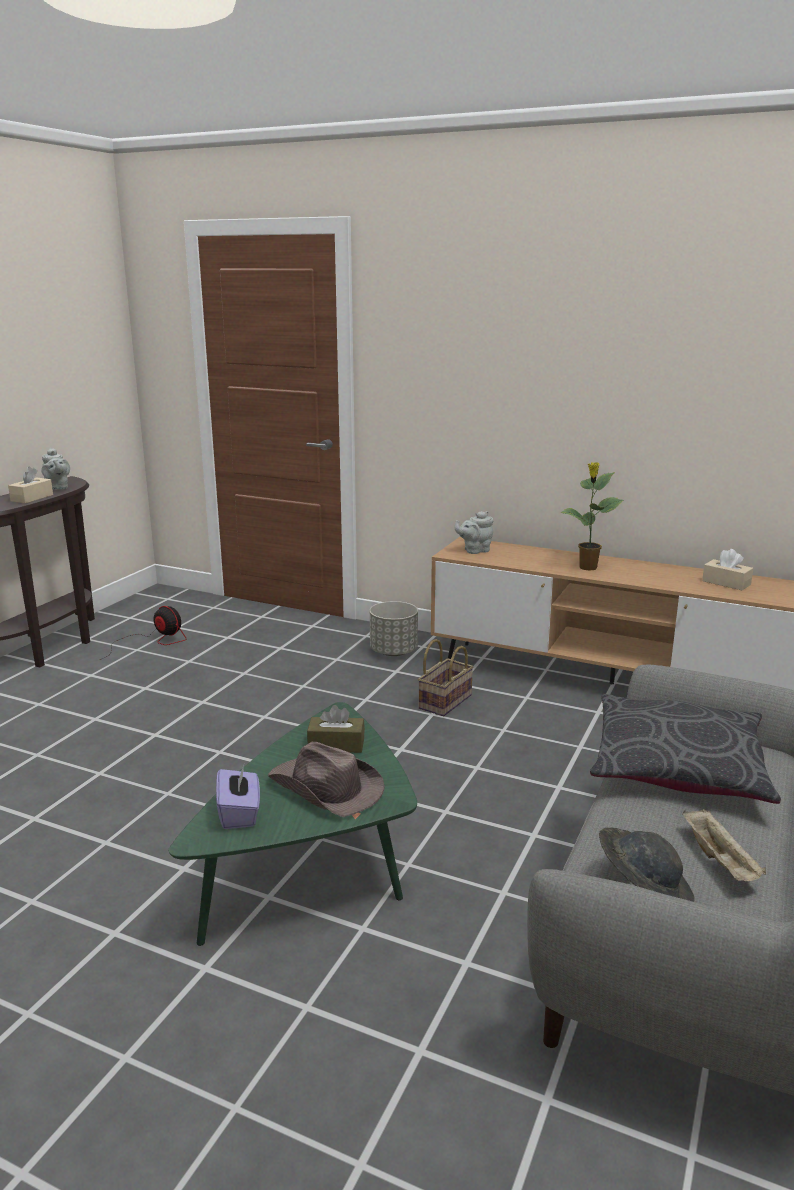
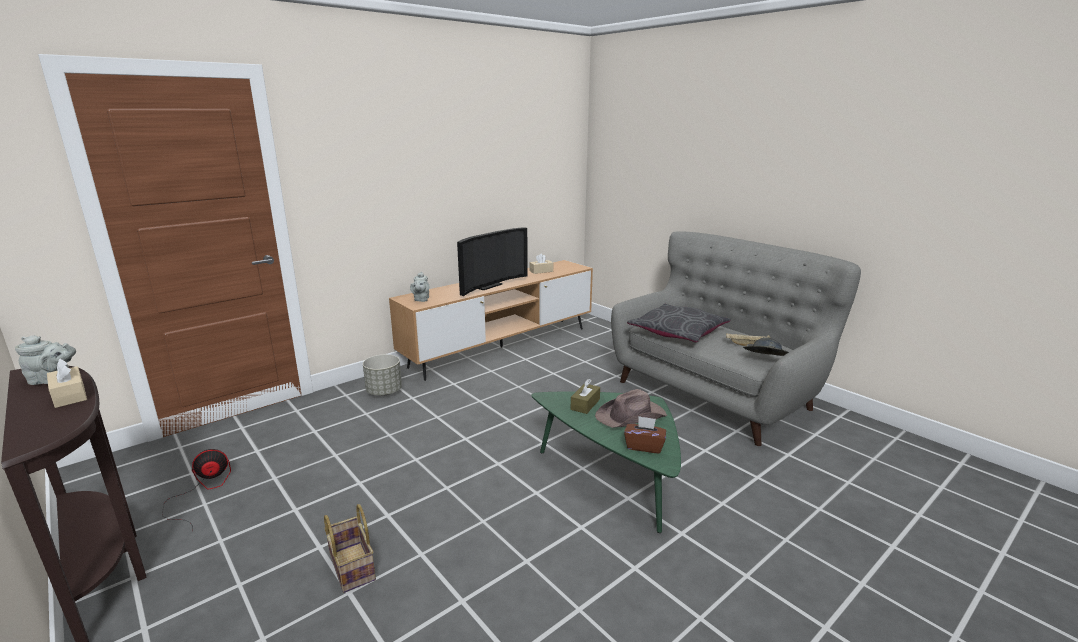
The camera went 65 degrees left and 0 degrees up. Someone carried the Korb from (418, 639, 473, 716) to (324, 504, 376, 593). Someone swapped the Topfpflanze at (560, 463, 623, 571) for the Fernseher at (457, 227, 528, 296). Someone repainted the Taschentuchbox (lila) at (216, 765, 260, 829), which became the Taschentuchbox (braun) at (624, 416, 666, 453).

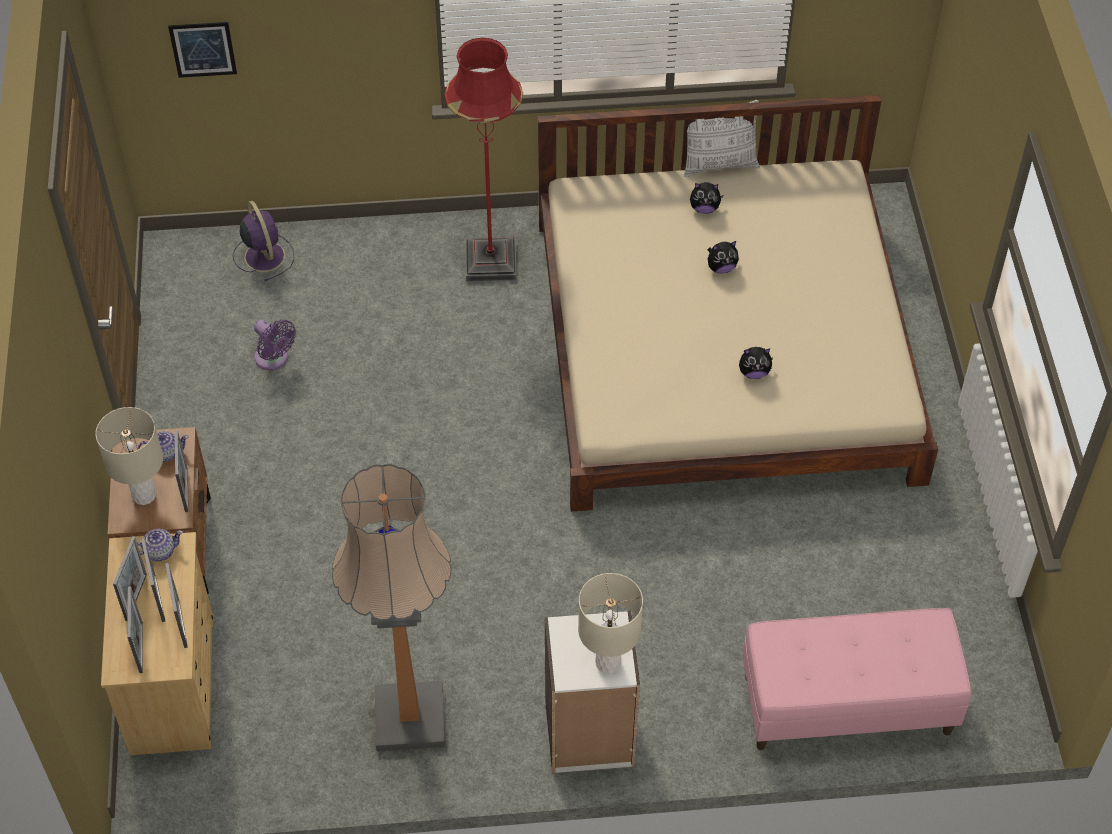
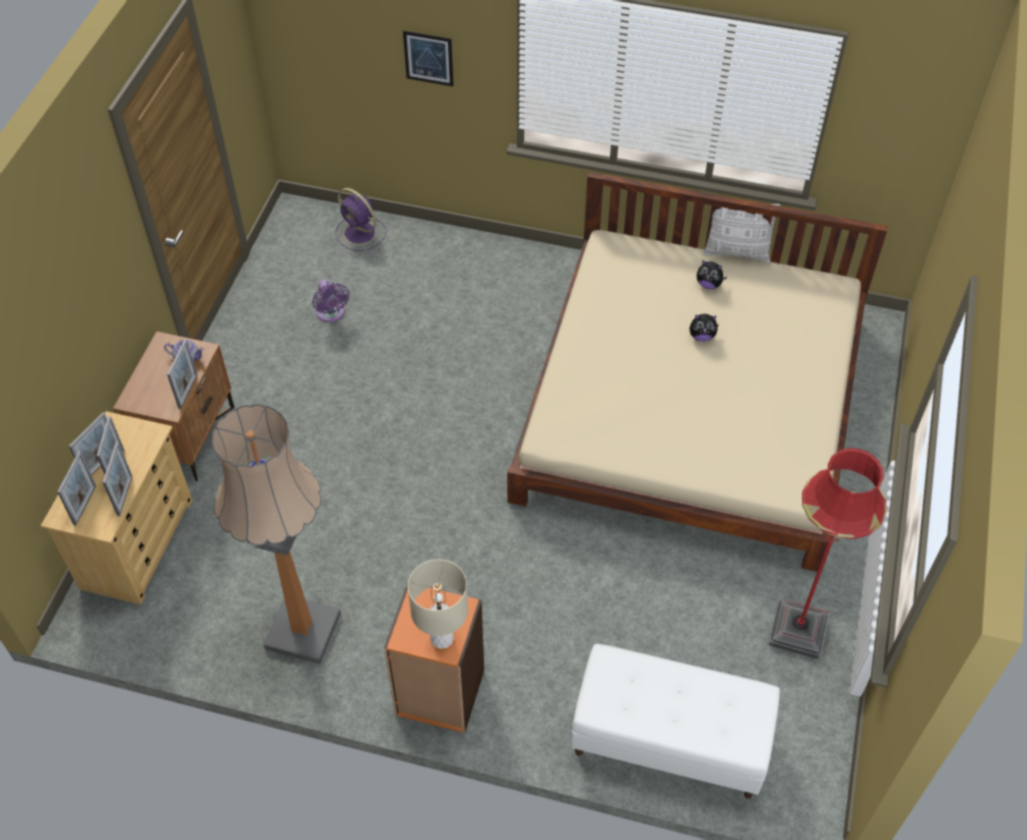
The camera went 20 degrees right and 0 degrees up. Someone rotated the Ventilator (lila) at (233, 201, 294, 282) by 135 degrees clockwise. Someone repainted the Bücherregal (weiß) at (545, 611, 640, 773), which became the Bücherregal (orange) at (384, 582, 484, 733). Someone carried the Bild from (168, 22, 237, 78) to (403, 31, 453, 86). Someone repainted the Bank (rosa) at (743, 608, 971, 750), which became the Bank (weiß) at (571, 644, 780, 799). Someone carried the Stehlampe (rot) from (444, 38, 523, 281) to (768, 448, 887, 660). Someone took away the Tischlampe (beige) at (96, 407, 163, 505). Someone took away the Teekanne at (137, 529, 183, 561). Someone took away the Plüschtier at (739, 347, 774, 379).

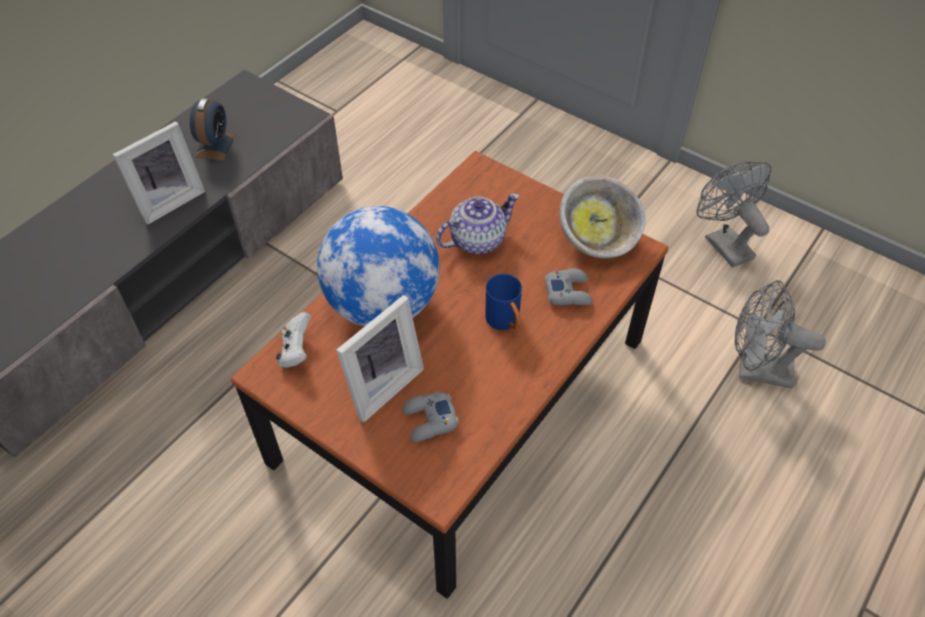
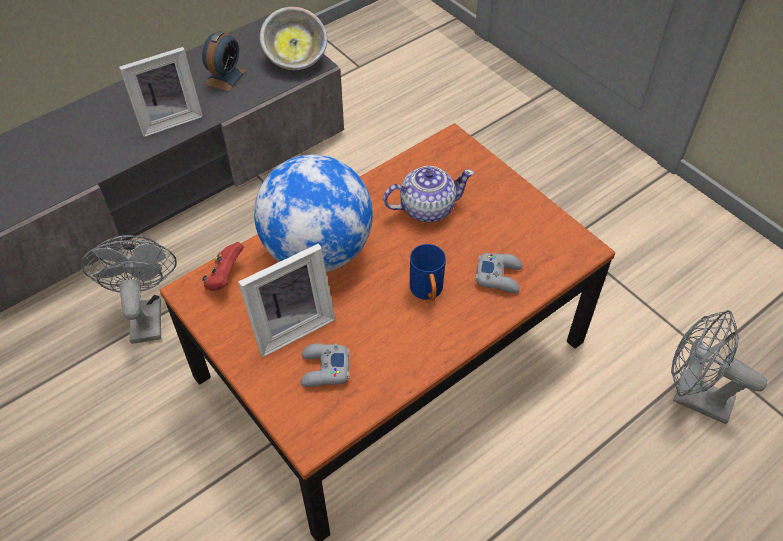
The camera went 15 degrees right and 0 degrees up. Someone carried the Ventilator (grau) from (696, 161, 771, 268) to (81, 235, 177, 344). Someone repainted the Gamepad (weiß) at (276, 312, 311, 368), which became the Gamepad (rot) at (202, 242, 244, 291). Someone carried the Schüssel from (559, 175, 645, 258) to (260, 7, 327, 70).

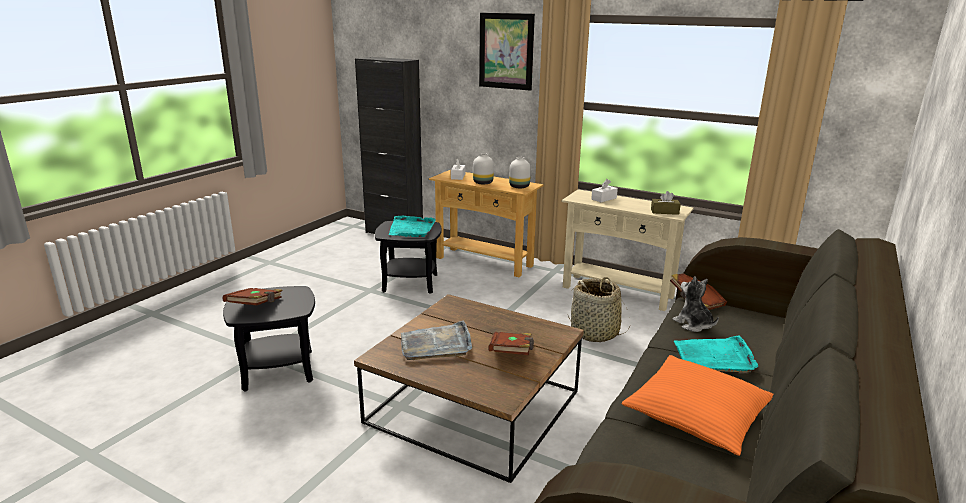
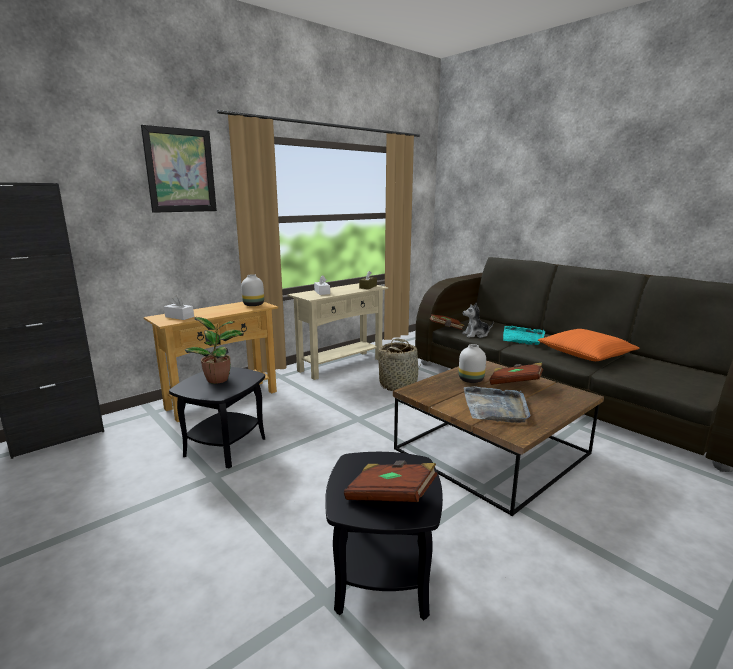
The camera went 70 degrees left and 5 degrees down. Someone swapped the Tablett (türkis) at (389, 215, 436, 237) for the Topfpflanze at (185, 317, 244, 384). Someone carried the Vase (weiß) from (473, 153, 494, 184) to (459, 344, 486, 383).

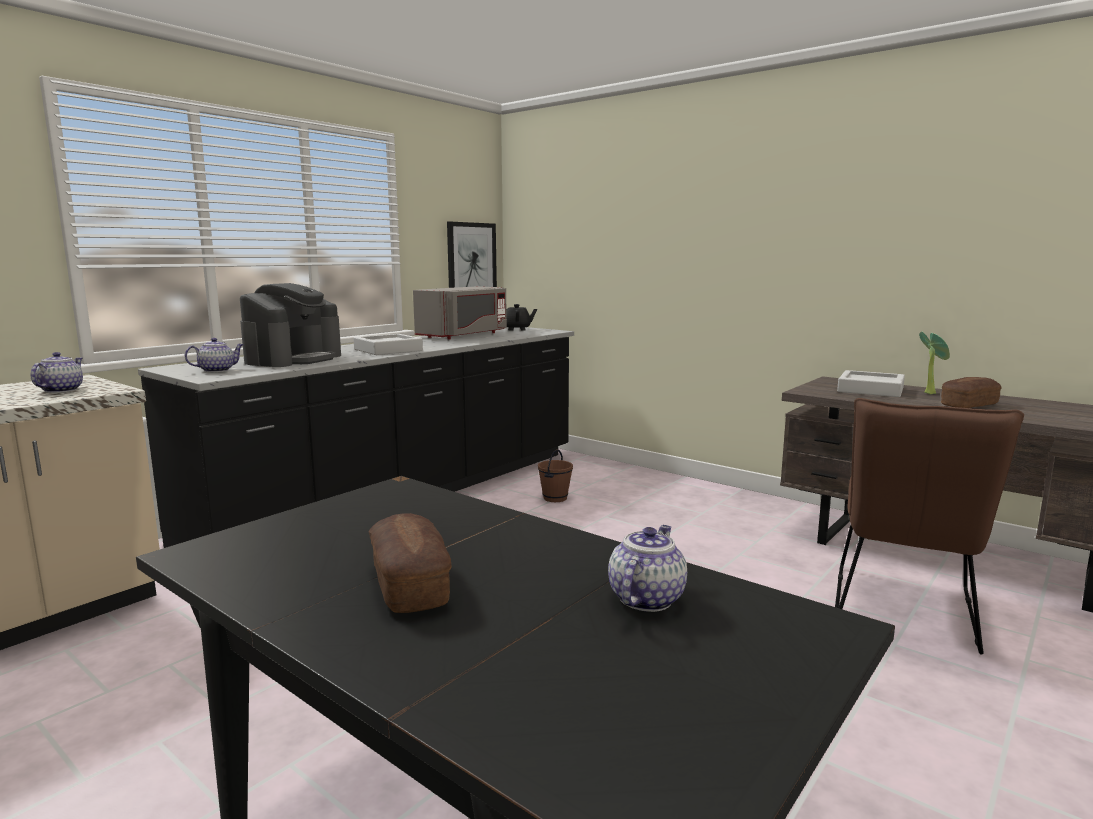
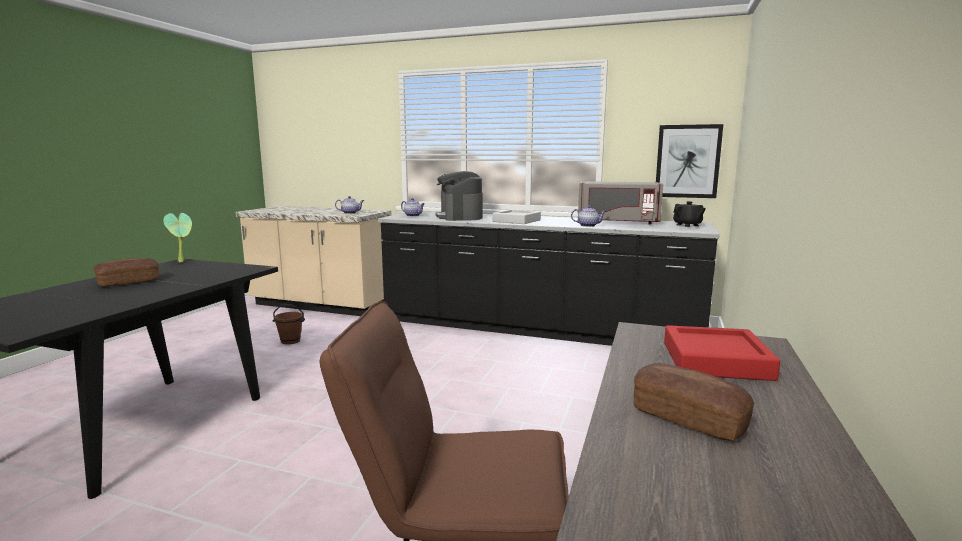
The camera went 70 degrees right and 0 degrees up. Someone carried the Topfpflanze from (919, 332, 950, 394) to (163, 213, 192, 262). Someone carried the Eimer (braun) from (538, 449, 573, 502) to (273, 304, 305, 344). Someone rotated the Kaffeemaschine at (240, 283, 341, 367) by 75 degrees clockwise. Someone carried the Teekanne from (608, 525, 687, 612) to (571, 205, 606, 227). Someone repainted the Tablett (grau) at (837, 370, 905, 397), which became the Tablett (rot) at (664, 325, 780, 381).

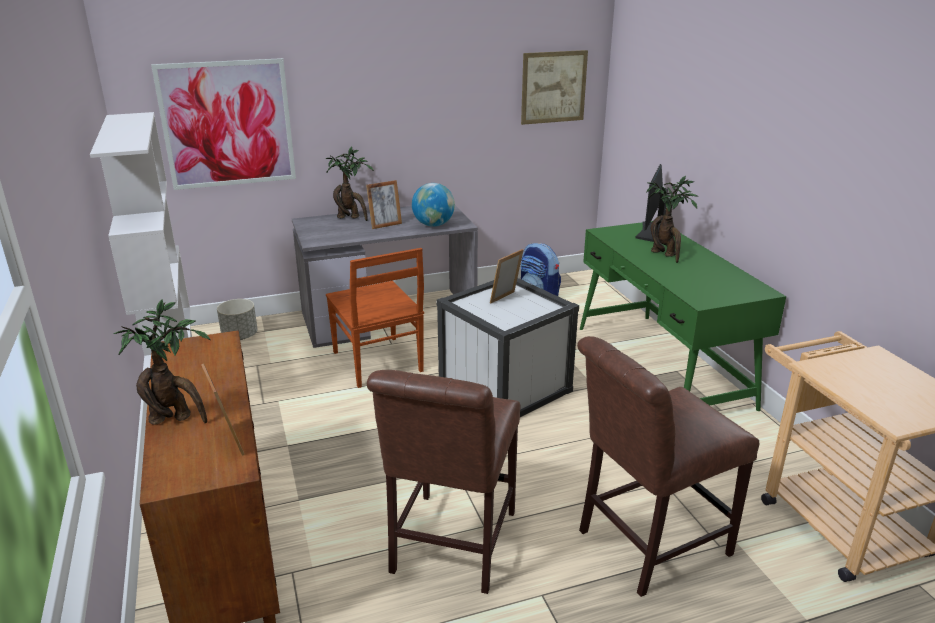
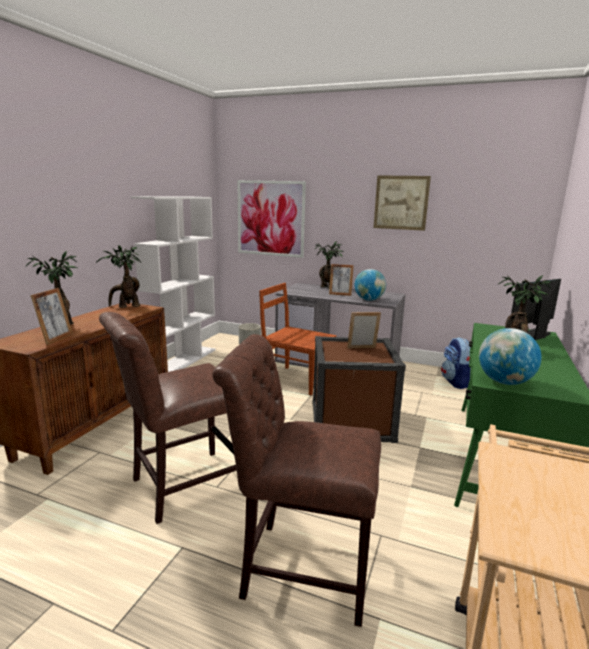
The camera went 40 degrees right and 10 degrees down. Someone put down the Topfpflanze at (96, 245, 141, 308). Someone rotated the Stuhl (braun) at (326, 248, 424, 388) by 105 degrees clockwise. Someone repainted the Aufbewahrungsbox (weiß) at (436, 278, 579, 417), which became the Aufbewahrungsbox (braun) at (313, 336, 406, 443). Someone carried the Bild from (521, 50, 588, 125) to (373, 175, 431, 231). Someone put down the Globus at (479, 328, 542, 385).

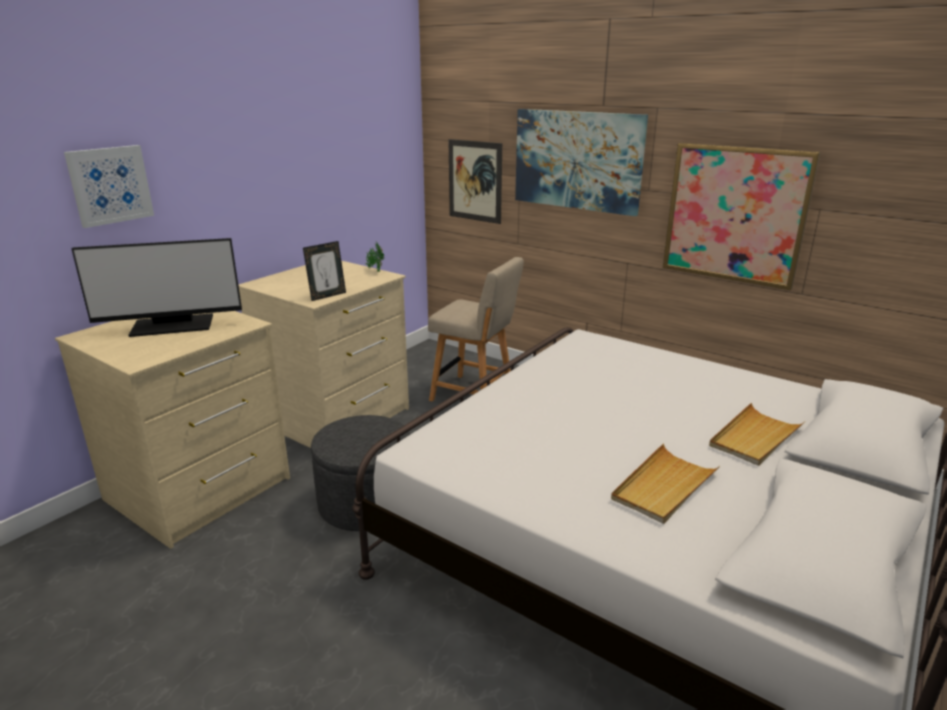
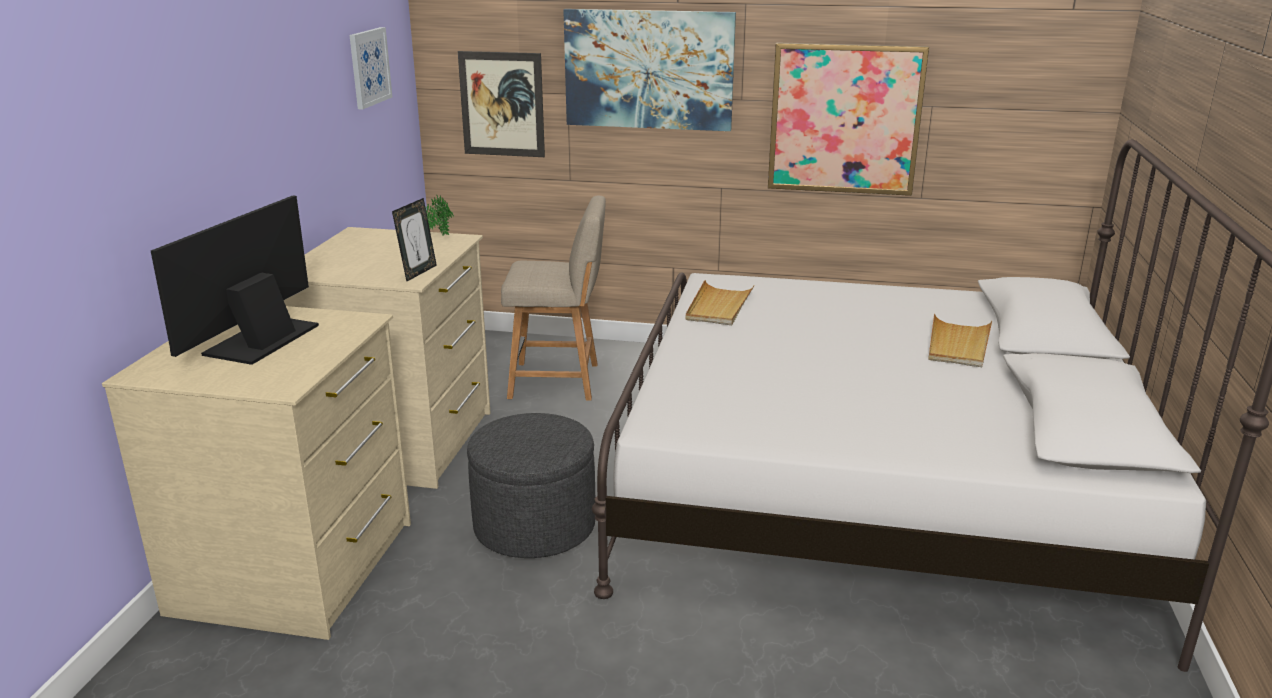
The camera went 25 degrees left and 0 degrees up. Someone rotated the Monitor at (71, 238, 242, 337) by 150 degrees clockwise. Someone carried the Bild from (64, 145, 154, 228) to (349, 27, 392, 110). Someone carried the Tablett (beige) from (611, 444, 720, 524) to (686, 280, 754, 325).

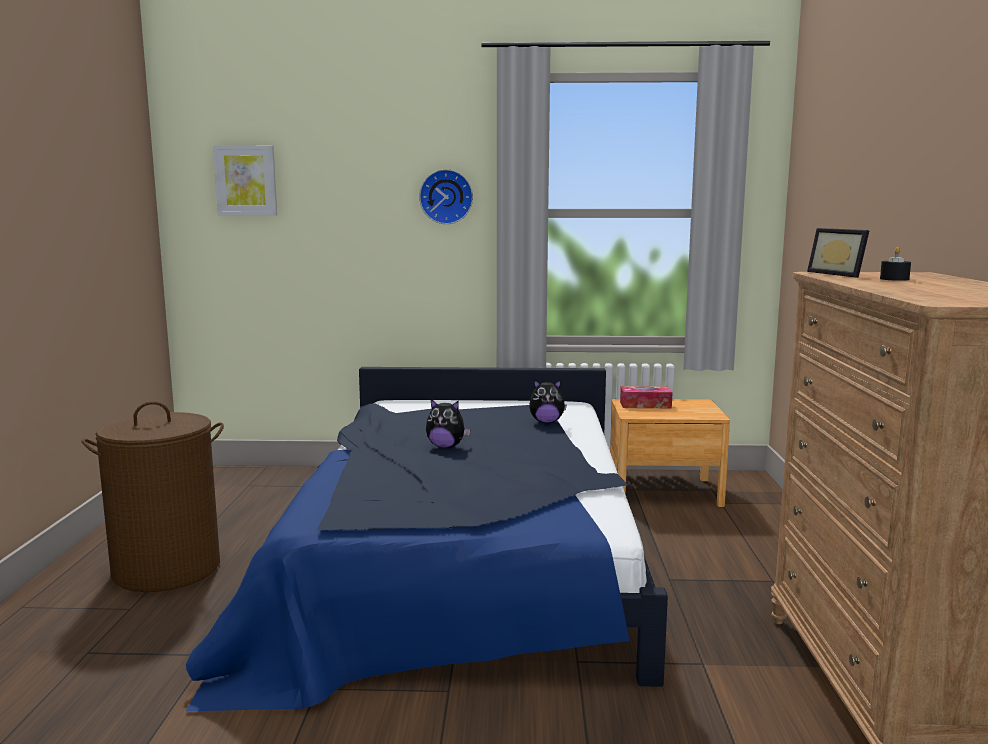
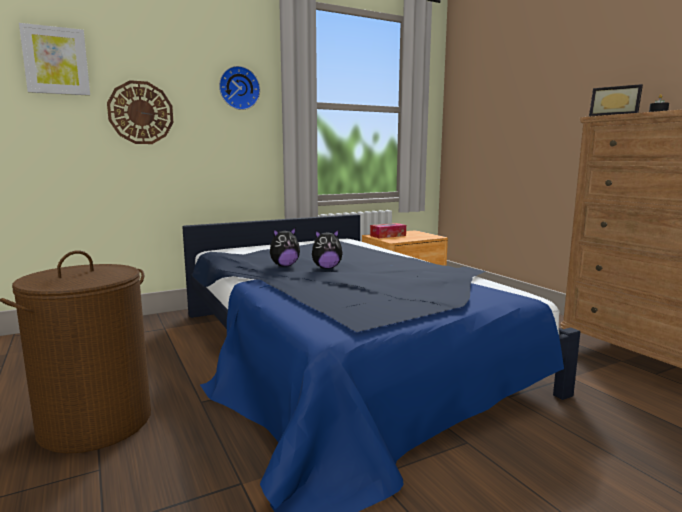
The camera went 30 degrees left and 0 degrees up. Someone put up the Wanduhr at (107, 80, 173, 144). Someone carried the Plüschtier from (529, 379, 567, 423) to (270, 228, 300, 267).

